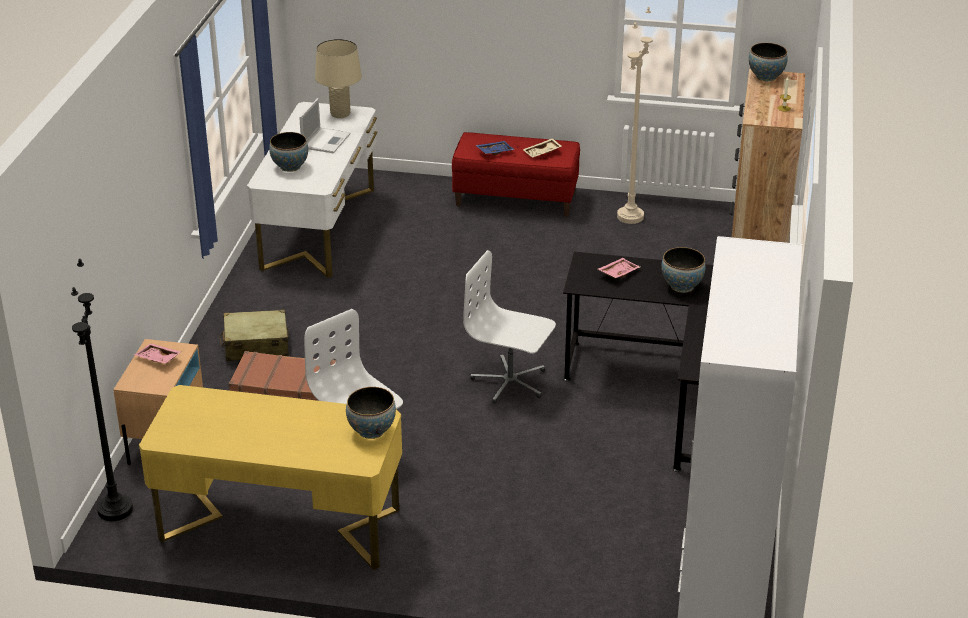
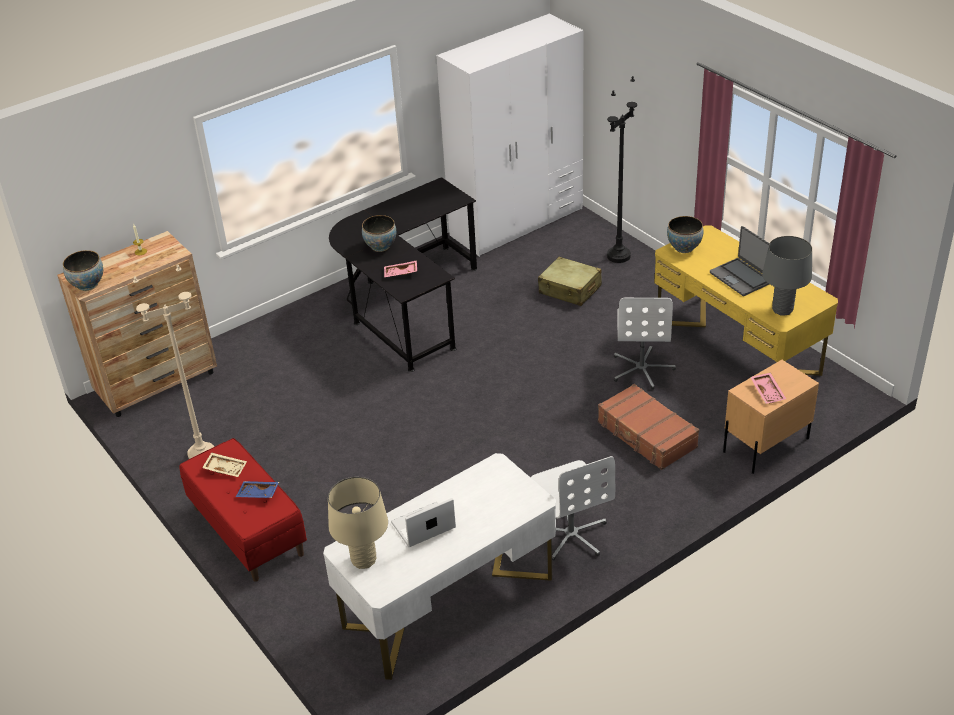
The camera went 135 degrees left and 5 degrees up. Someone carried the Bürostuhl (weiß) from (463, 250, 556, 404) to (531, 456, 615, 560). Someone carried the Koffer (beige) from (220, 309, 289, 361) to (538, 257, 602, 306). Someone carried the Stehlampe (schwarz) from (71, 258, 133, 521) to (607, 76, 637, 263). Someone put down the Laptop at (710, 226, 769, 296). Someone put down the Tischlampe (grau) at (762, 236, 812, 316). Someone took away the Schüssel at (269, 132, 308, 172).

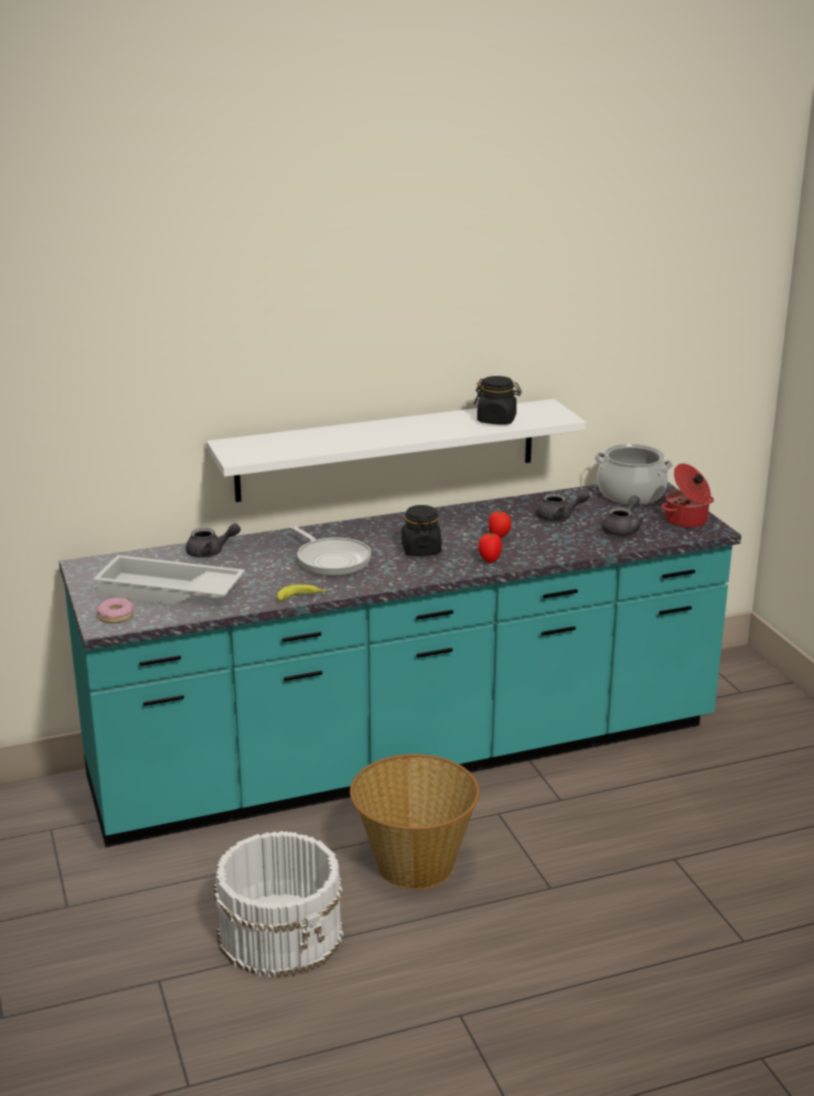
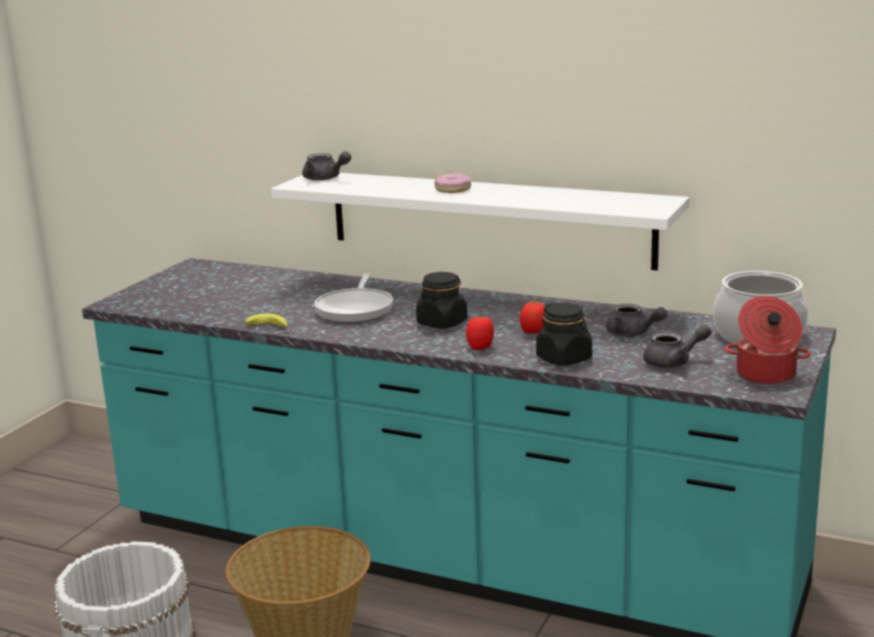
The camera went 45 degrees right and 5 degrees down. Someone carried the Teekanne (grau) from (186, 523, 241, 558) to (302, 151, 351, 181). Someone carried the Donut from (96, 598, 134, 623) to (435, 173, 471, 193). Someone carried the Vorratsglas (schwarz) from (474, 376, 522, 425) to (536, 303, 592, 366). Someone took away the Tablett (weiß) at (93, 555, 245, 605).

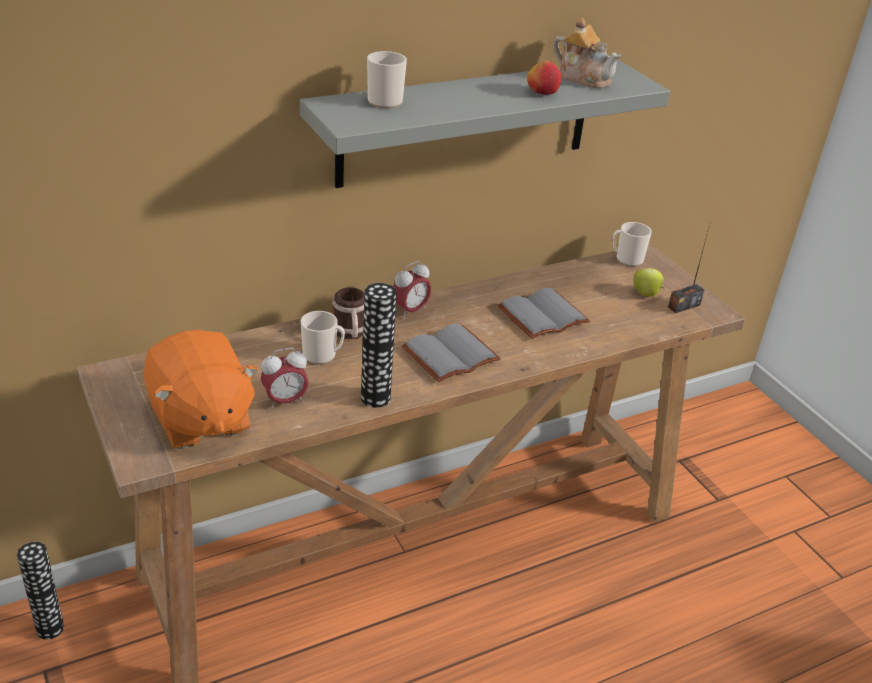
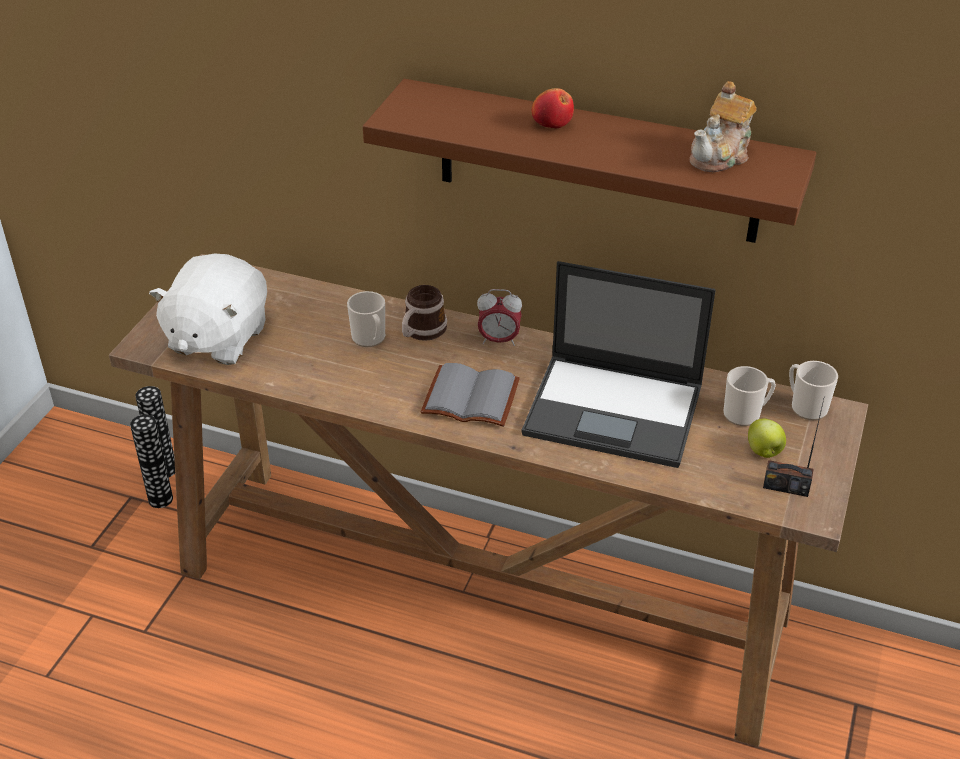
The camera went 50 degrees right and 5 degrees up. Someone carried the Vase from (361, 283, 397, 408) to (130, 414, 173, 508). Someone repainted the Plüschtier (orange) at (144, 330, 259, 449), which became the Plüschtier (weiß) at (149, 253, 267, 365). Someone repainted the Wandregal (grau) at (300, 60, 670, 188), which became the Wandregal (braun) at (363, 79, 816, 243). Someone swapped the Buch (grau) at (497, 288, 590, 339) for the Laptop at (522, 261, 716, 468). Someone carried the Apfel from (527, 60, 562, 95) to (532, 88, 574, 128). Someone rotated the Teekanne at (553, 18, 621, 89) by 45 degrees clockwise. Someone carried the Henkelbecher from (367, 51, 407, 108) to (723, 366, 776, 426). Someone took away the Wecker at (261, 348, 309, 409).

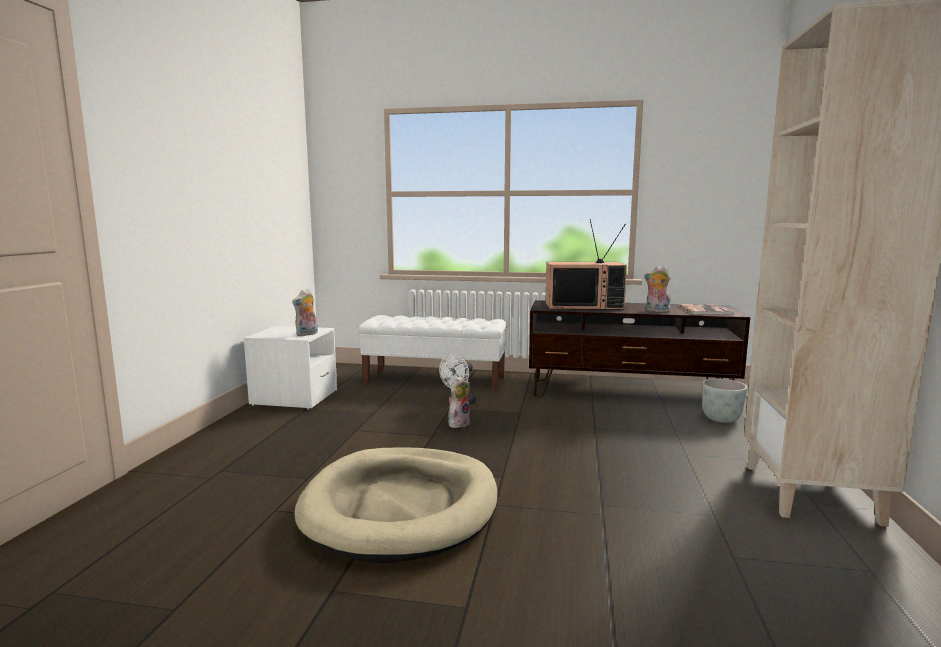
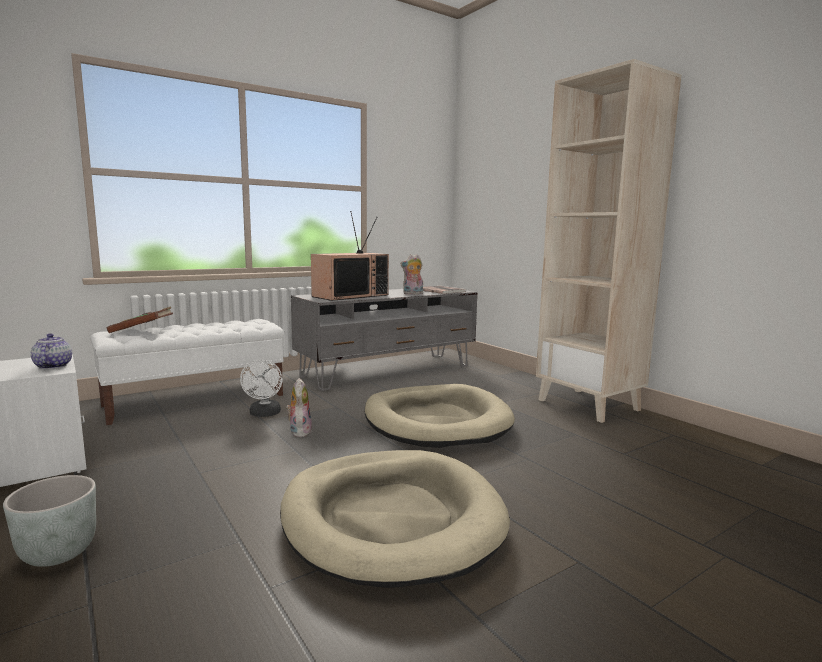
The camera went 45 degrees left and 0 degrees up. Someone carried the Pflanzkübel (grau) from (702, 379, 747, 423) to (3, 475, 96, 567). Someone swapped the Plüschtier at (292, 289, 318, 336) for the Teekanne at (31, 333, 72, 369). Someone put down the Buch (braun) at (107, 306, 173, 333). Someone repainted the Fernsehschrank (braun) at (529, 300, 750, 397), which became the Fernsehschrank (grau) at (291, 289, 477, 391). Someone put down the Hundebett (beige) at (364, 384, 515, 448).

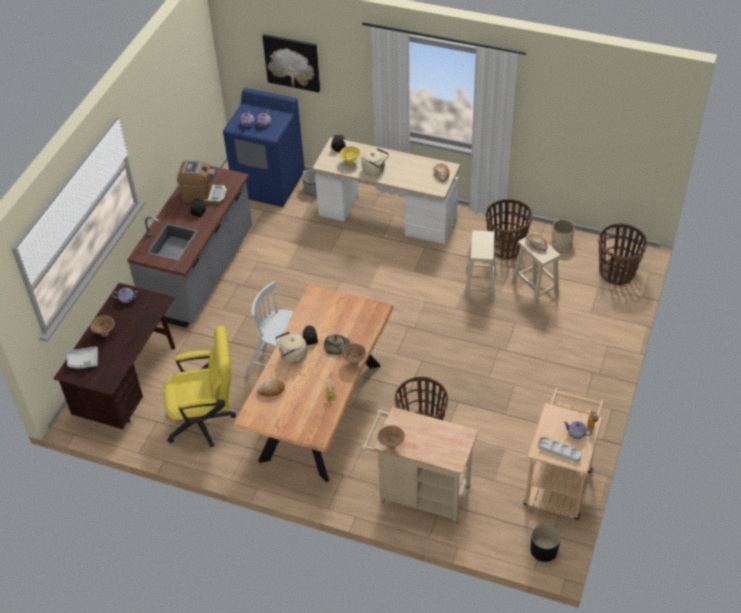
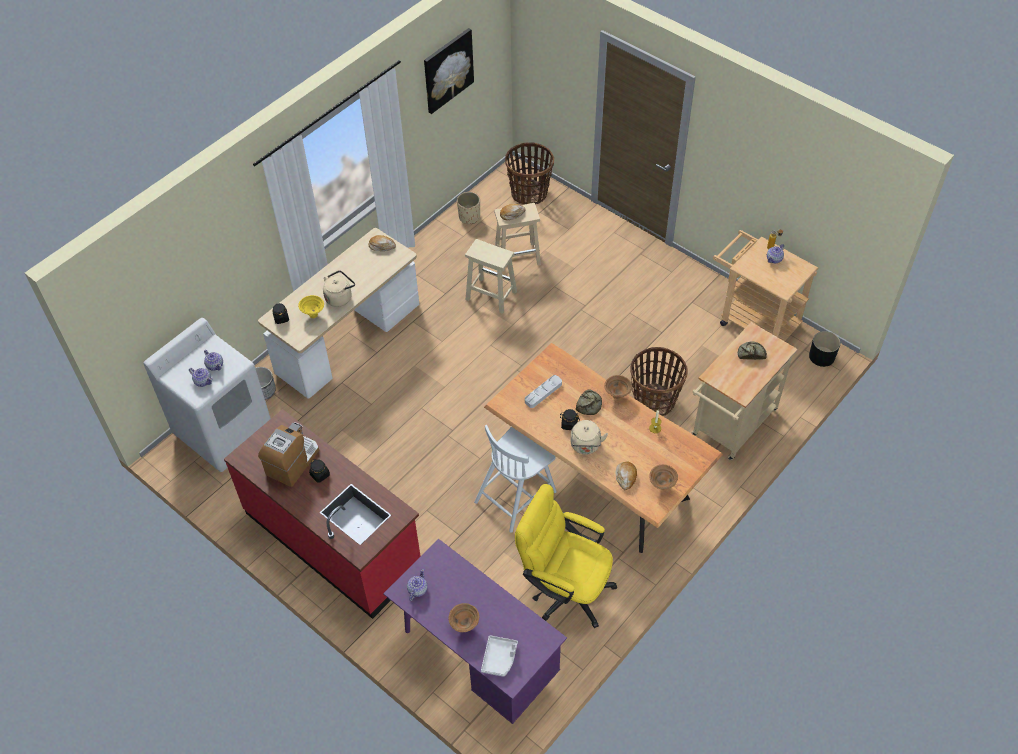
The camera went 70 degrees left and 5 degrees up. Someone repainted the Waschmaschine (blau) at (223, 88, 305, 207), which became the Waschmaschine (weiß) at (144, 318, 271, 472). Someone repainted the Küchenzeile (grau) at (127, 166, 252, 328), which became the Küchenzeile (rot) at (224, 409, 420, 619). Someone repainted the Schreibtisch (braun) at (53, 283, 175, 429), which became the Schreibtisch (lila) at (383, 539, 567, 724). Someone carried the Bild from (262, 34, 320, 93) to (424, 28, 474, 114). Someone rotated the Bürostuhl (gelb) at (164, 326, 236, 447) by 75 degrees counterclockwise. Someone carried the Tablett (grau) from (538, 437, 582, 462) to (525, 375, 562, 408). Someone carried the Schüssel (braun) from (377, 425, 405, 449) to (649, 464, 678, 490). Someone put down the Brot at (738, 342, 767, 360). Someone took away the Korb at (486, 199, 532, 259).

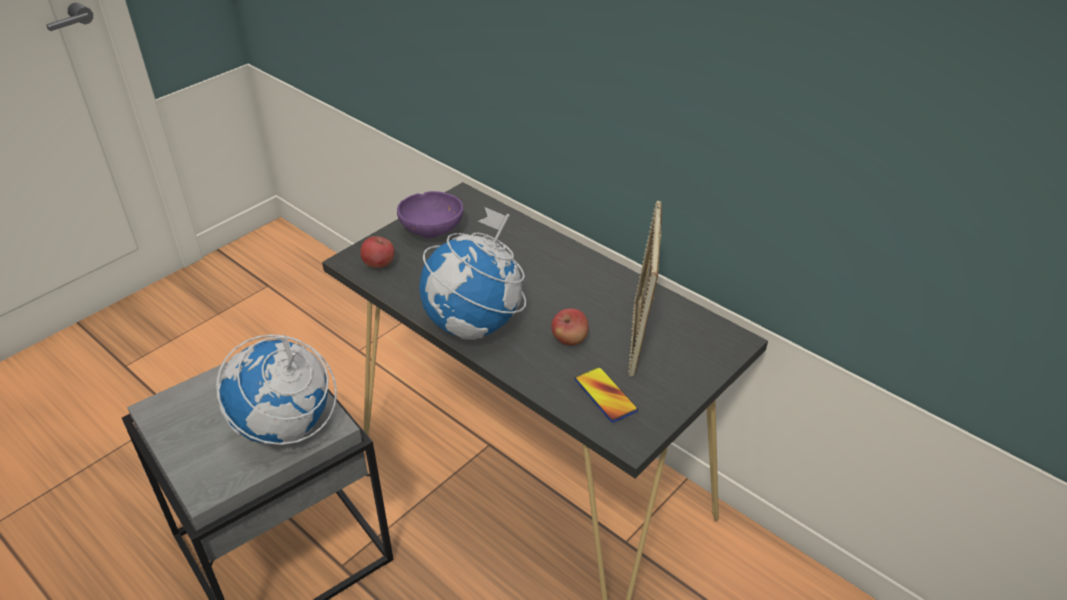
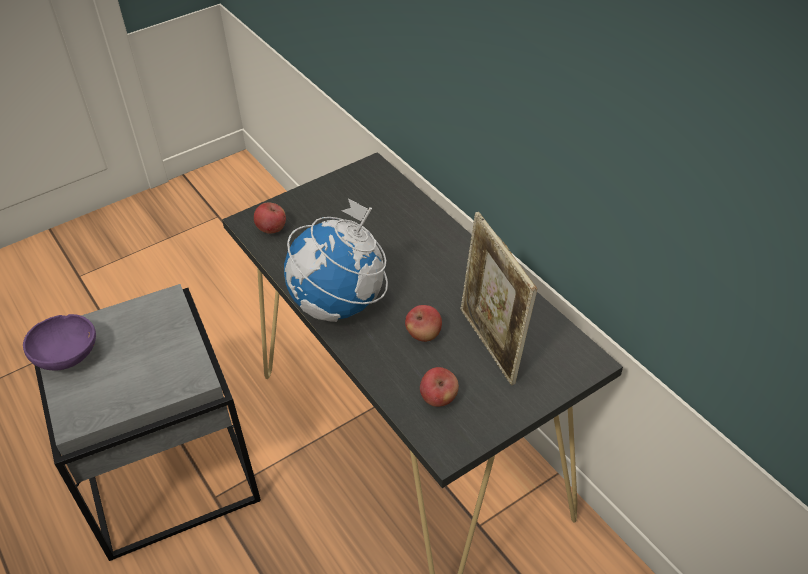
The camera went 15 degrees right and 5 degrees up. Someone carried the Schüssel (lila) from (397, 191, 463, 238) to (23, 314, 96, 371). Someone swapped the Handy at (575, 367, 638, 422) for the Apfel at (420, 367, 459, 407). Someone rotated the Bilderrahmen at (628, 201, 662, 377) by 45 degrees counterclockwise. Someone took away the Globus at (216, 332, 337, 445).

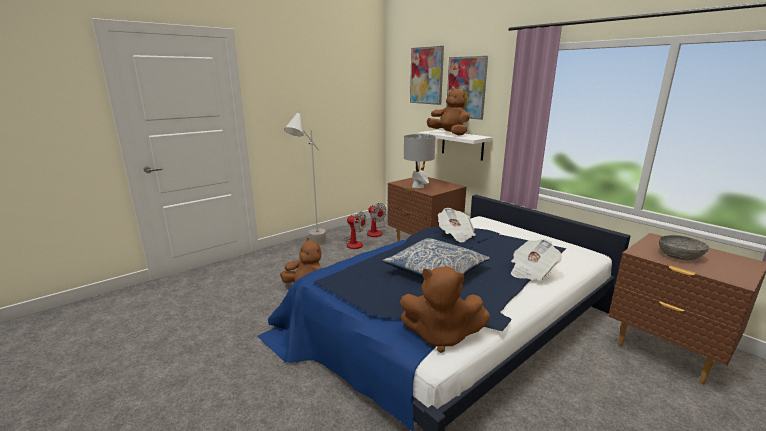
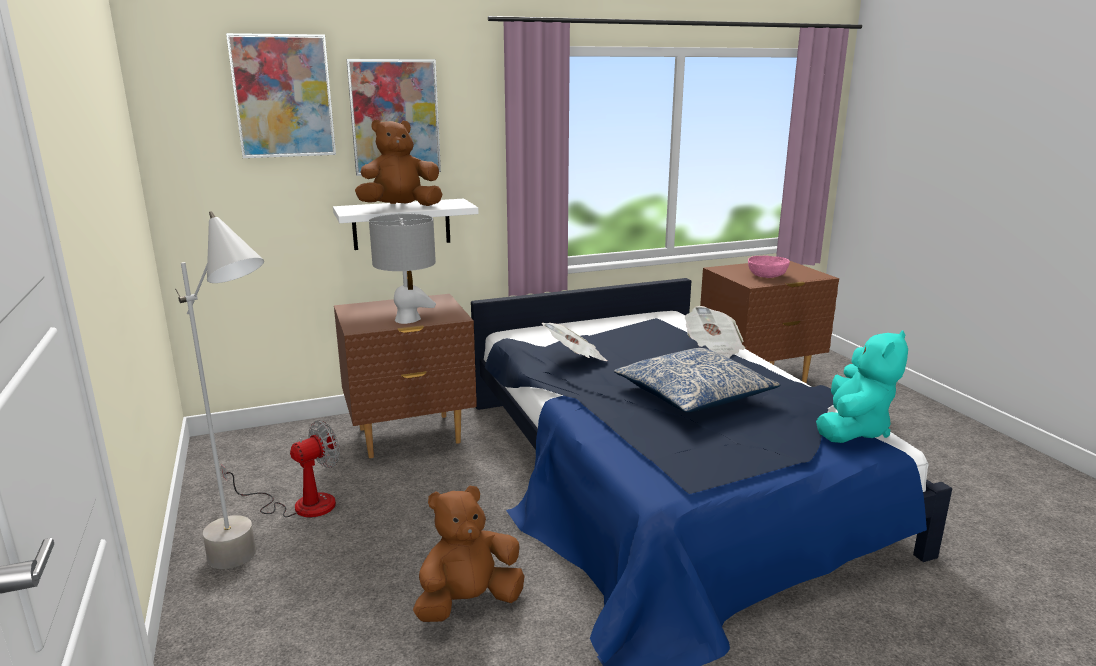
The camera went 70 degrees left and 0 degrees up. Someone repainted the Schüssel (grau) at (659, 235, 709, 260), which became the Schüssel (rosa) at (748, 256, 790, 278). Someone repainted the Plüschtier (braun) at (400, 266, 490, 353), which became the Plüschtier (türkis) at (816, 330, 908, 443). Someone took away the Ventilator at (367, 203, 386, 237).

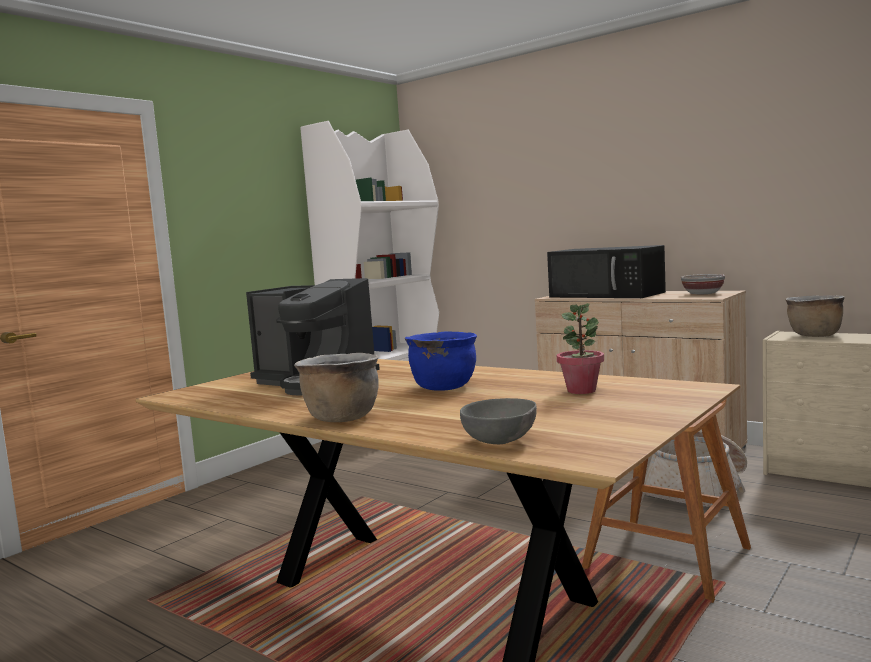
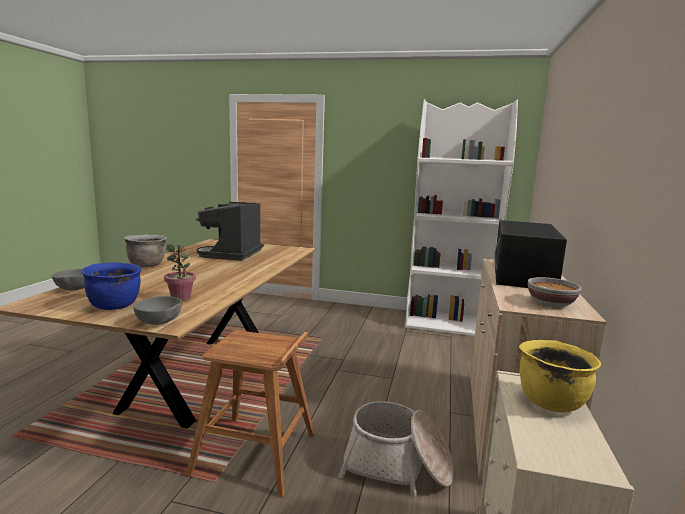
The camera went 65 degrees right and 5 degrees up. Someone carried the Kochtopf (blau) from (405, 331, 477, 391) to (82, 262, 142, 310). Someone put down the Schüssel (grau) at (133, 296, 182, 325). Someone repainted the Kochtopf (braun) at (785, 295, 845, 337), which became the Kochtopf (gelb) at (519, 340, 601, 412).

